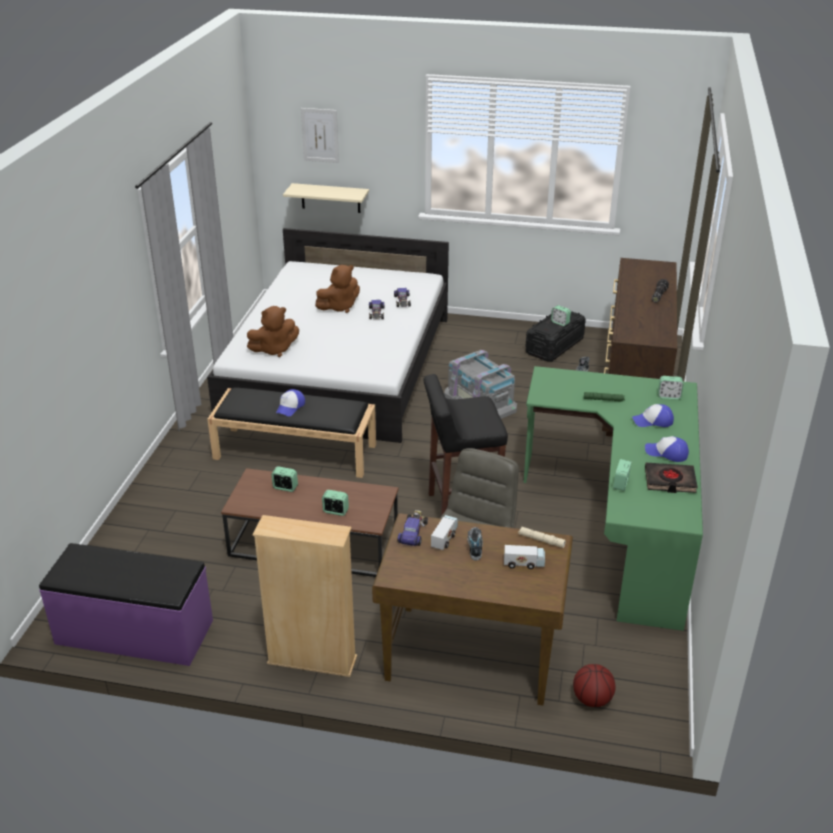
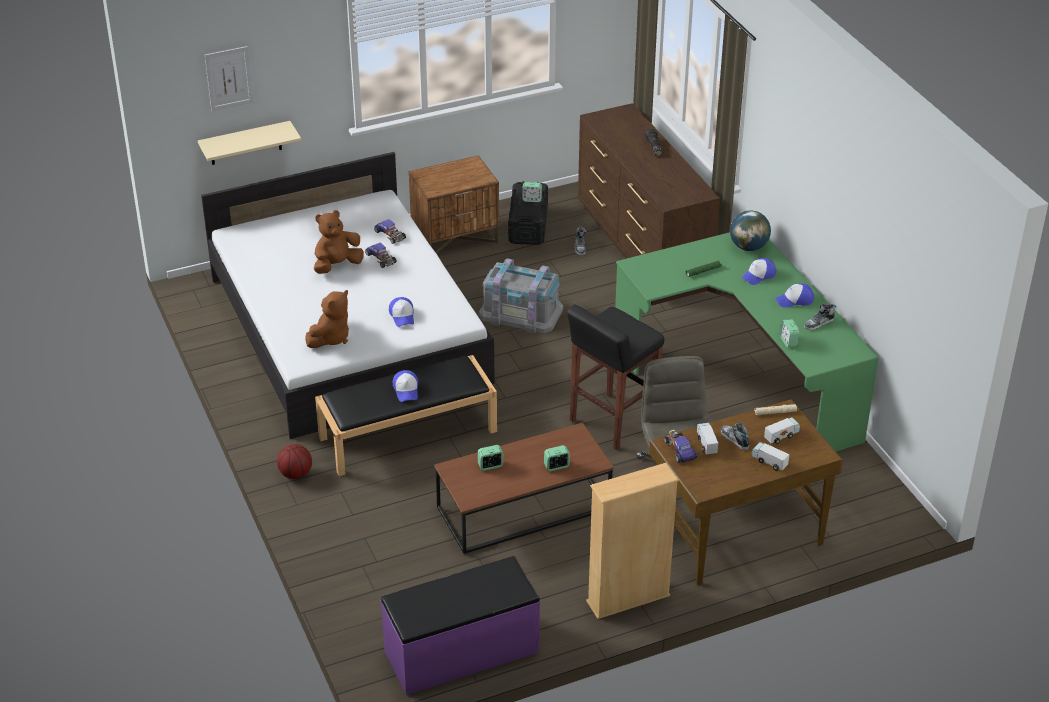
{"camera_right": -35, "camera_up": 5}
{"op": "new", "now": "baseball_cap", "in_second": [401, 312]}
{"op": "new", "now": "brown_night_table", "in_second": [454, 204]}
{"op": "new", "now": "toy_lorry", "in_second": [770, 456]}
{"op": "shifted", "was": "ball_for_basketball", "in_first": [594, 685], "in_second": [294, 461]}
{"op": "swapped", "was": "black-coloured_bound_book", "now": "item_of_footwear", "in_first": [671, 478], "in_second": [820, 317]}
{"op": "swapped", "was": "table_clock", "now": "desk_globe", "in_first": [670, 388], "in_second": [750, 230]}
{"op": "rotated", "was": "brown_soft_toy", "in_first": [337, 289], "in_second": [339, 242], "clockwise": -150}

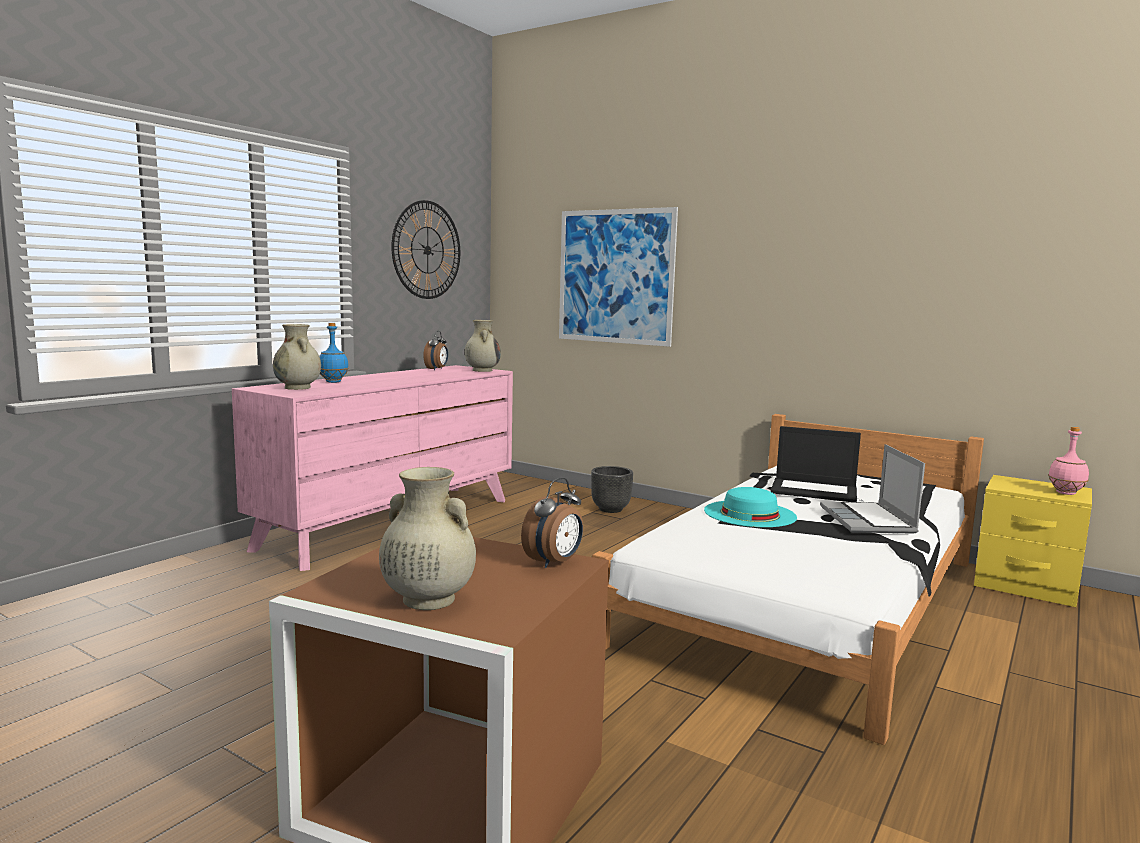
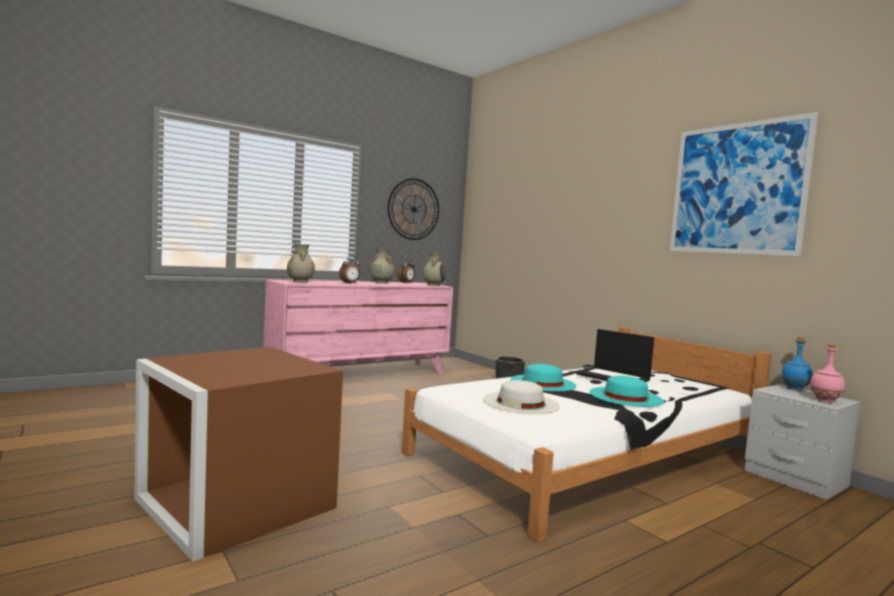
{"camera_right": 20, "camera_up": -5}
{"op": "new", "now": "white-coloured_hat", "in_second": [521, 397]}
{"op": "shifted", "was": "bluish_bottle", "in_first": [334, 353], "in_second": [797, 363]}
{"op": "shifted", "was": "sand-coloured_decorative_vase", "in_first": [427, 538], "in_second": [382, 266]}
{"op": "shifted", "was": "table_clock", "in_first": [552, 523], "in_second": [350, 270]}
{"op": "shifted", "was": "wall_picture", "in_first": [618, 277], "in_second": [744, 184]}
{"op": "swapped", "was": "laptop", "now": "turquoise-coloured_hat", "in_first": [872, 489], "in_second": [626, 391]}
{"op": "repainted", "was": "yellow_night_table", "now": "gray_night_table", "in_first": [1033, 541], "in_second": [803, 442]}

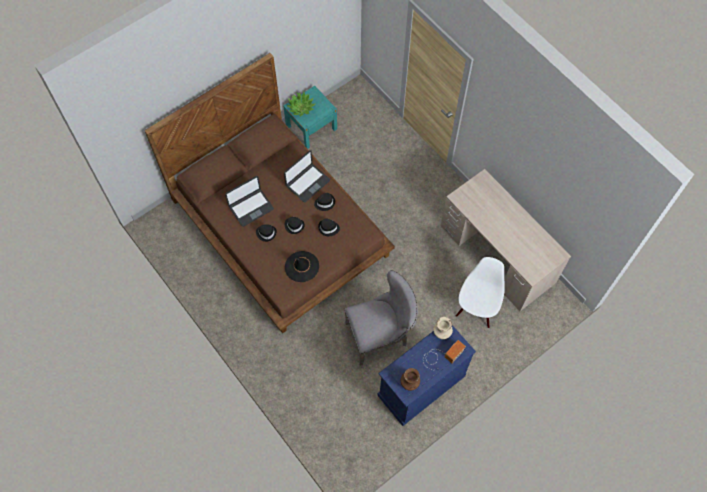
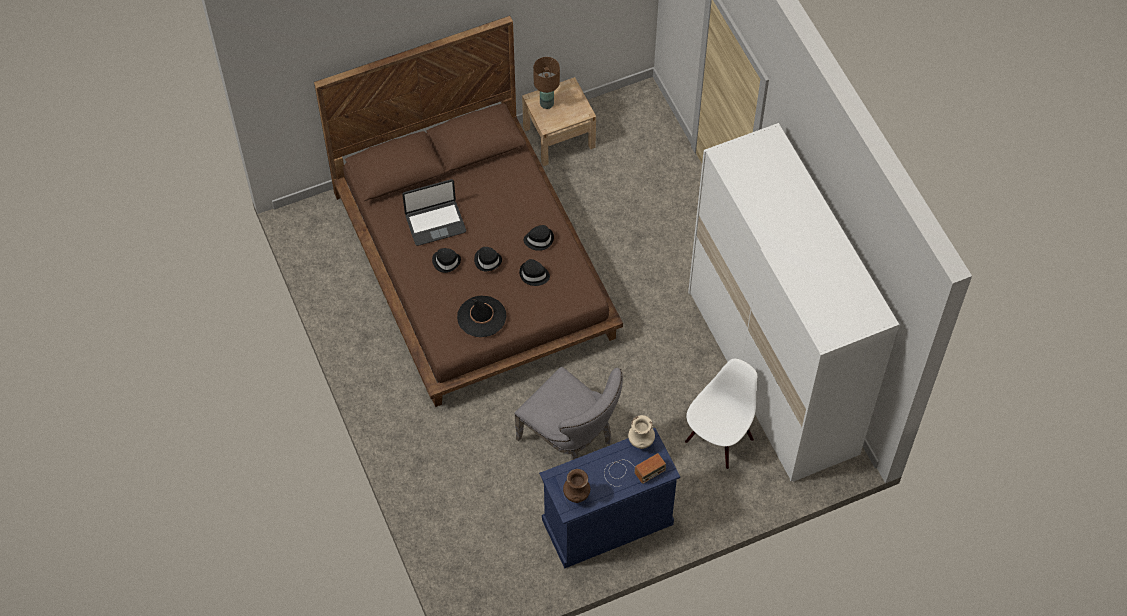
{"camera_right": 15, "camera_up": -5}
{"op": "gone", "was": "laptop", "in_first": [307, 176]}
{"op": "swapped", "was": "houseplant", "now": "brown_table_lamp", "in_first": [301, 104], "in_second": [546, 83]}
{"op": "swapped", "was": "sand-coloured_desk", "now": "white-coloured_clothes_cupboard", "in_first": [506, 240], "in_second": [793, 302]}
{"op": "repainted", "was": "turquoise-coloured_night_table", "now": "sand-coloured_night_table", "in_first": [310, 117], "in_second": [559, 121]}
{"op": "rotated", "was": "gray_plain_chair", "in_first": [381, 318], "in_second": [569, 413], "clockwise": 45}

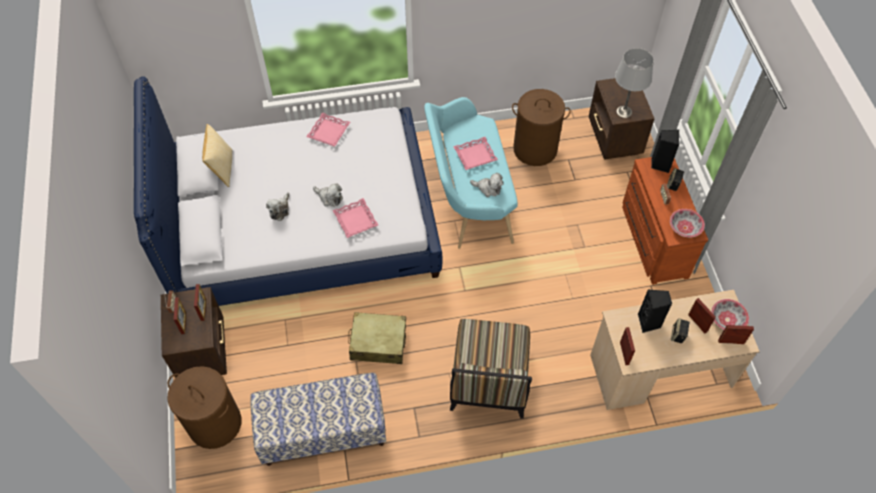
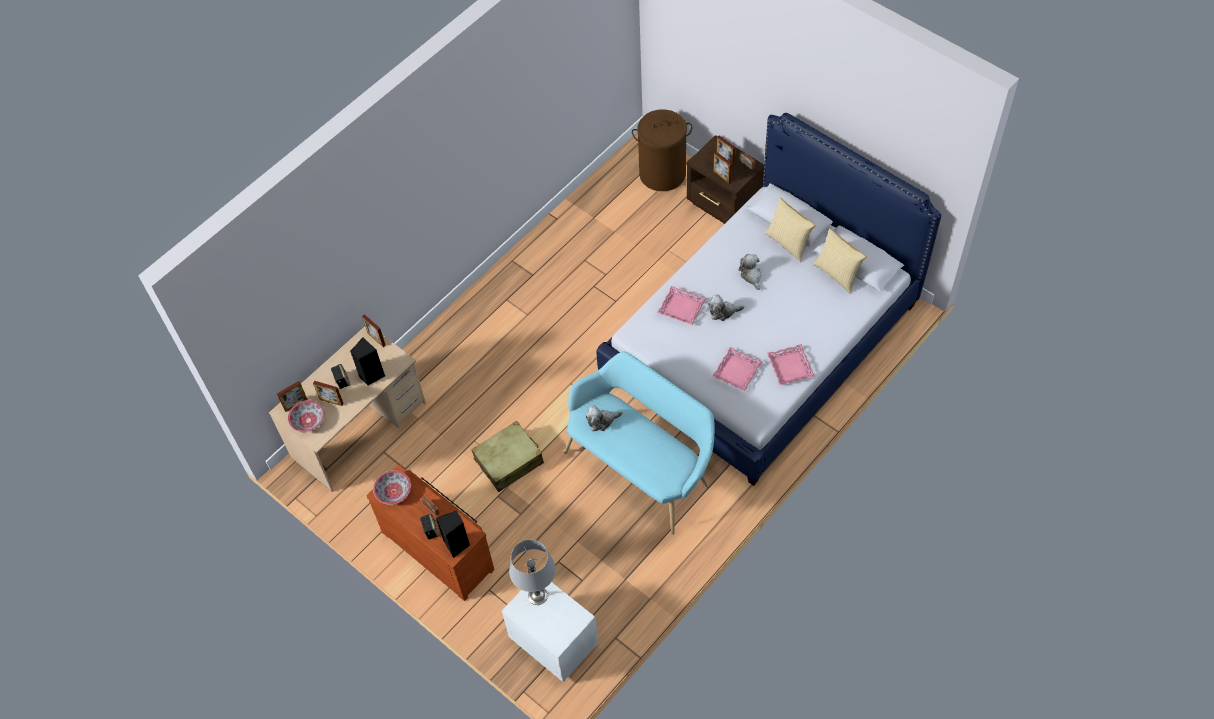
{"camera_right": 145, "camera_up": 0}
{"op": "gone", "was": "bench", "in_first": [318, 419]}
{"op": "gone", "was": "plain_chair", "in_first": [491, 369]}
{"op": "gone", "was": "brown_hamper", "in_first": [541, 127]}
{"op": "new", "now": "pillow", "in_second": [790, 230]}
{"op": "shifted", "was": "sand-coloured_travel_case", "in_first": [377, 338], "in_second": [508, 456]}
{"op": "shifted", "was": "pink_serving_tray", "in_first": [475, 153], "in_second": [737, 369]}
{"op": "repainted", "was": "brown_night_table", "now": "white-coloured_night_table", "in_first": [622, 118], "in_second": [550, 632]}

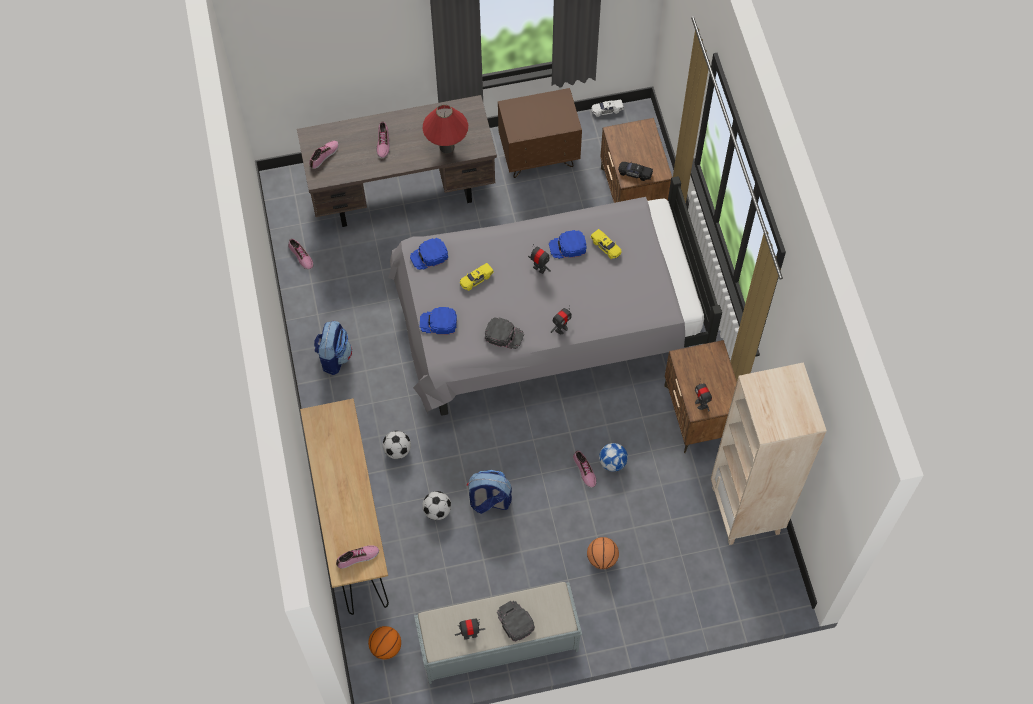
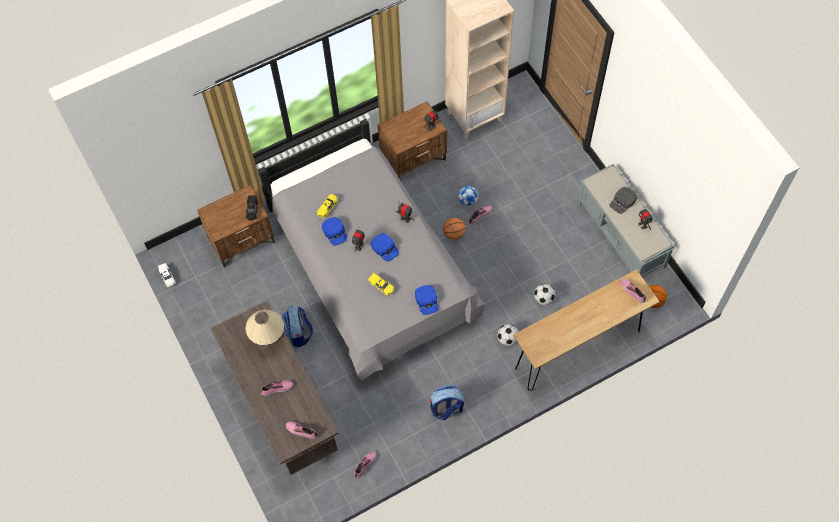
{"camera_right": -105, "camera_up": 0}
{"op": "gone", "was": "black-coloured_baseball_cap", "in_first": [504, 333]}
{"op": "gone", "was": "brown_night_table", "in_first": [540, 133]}
{"op": "shifted", "was": "bluish_baseball_cap", "in_first": [429, 254], "in_second": [385, 247]}
{"op": "shifted", "was": "backpack", "in_first": [489, 492], "in_second": [297, 327]}
{"op": "shifted", "was": "ball_for_basketball", "in_first": [603, 553], "in_second": [454, 229]}
{"op": "repainted", "was": "red_table_lamp", "now": "sand-coloured_table_lamp", "in_first": [445, 128], "in_second": [264, 327]}

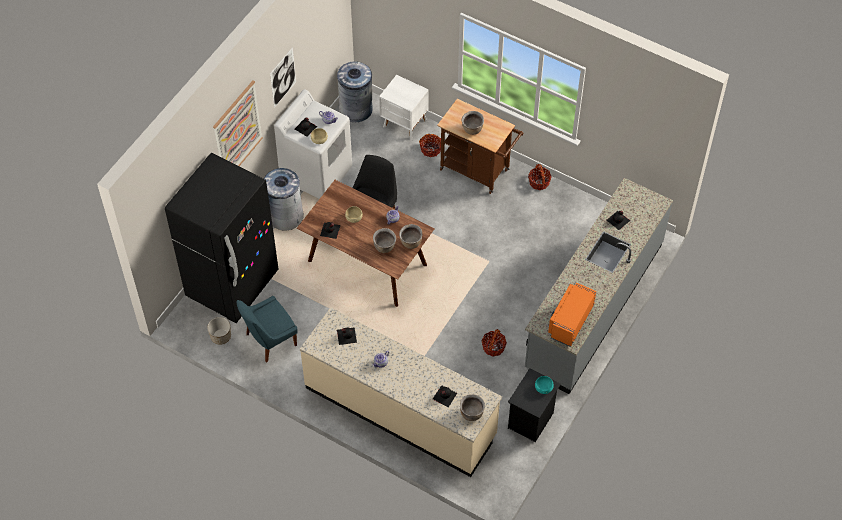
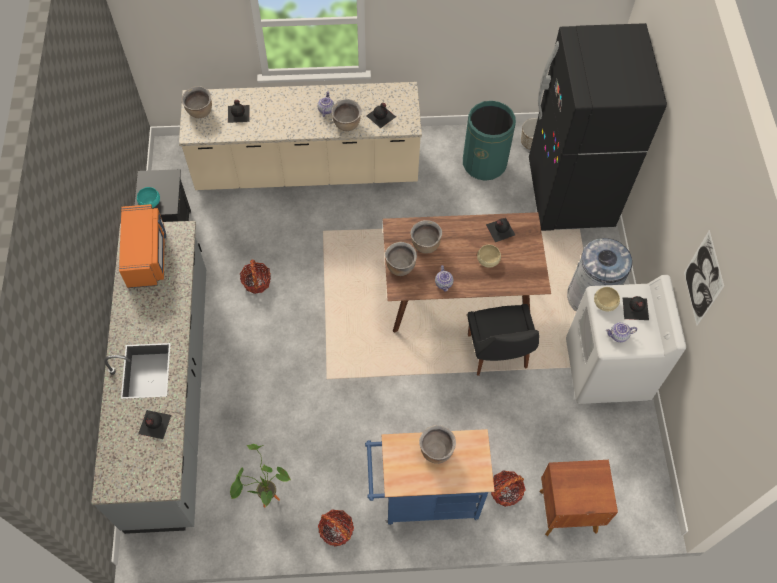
{"camera_right": 145, "camera_up": 5}
{"op": "gone", "was": "wall_picture", "in_first": [238, 123]}
{"op": "gone", "was": "gray_trash_can", "in_first": [355, 91]}
{"op": "new", "now": "houseplant", "in_second": [260, 476]}
{"op": "new", "now": "brown_cooking_pot", "in_second": [347, 115]}
{"op": "swapped", "was": "bluish_plain_chair", "now": "green-coloured_trash_can", "in_first": [267, 329], "in_second": [489, 141]}
{"op": "repainted", "was": "white-coloured_night_table", "now": "brown_night_table", "in_first": [404, 107], "in_second": [578, 498]}
{"op": "repainted", "was": "brown_wheeled_cart", "now": "bluish_wheeled_cart", "in_first": [480, 146], "in_second": [430, 477]}

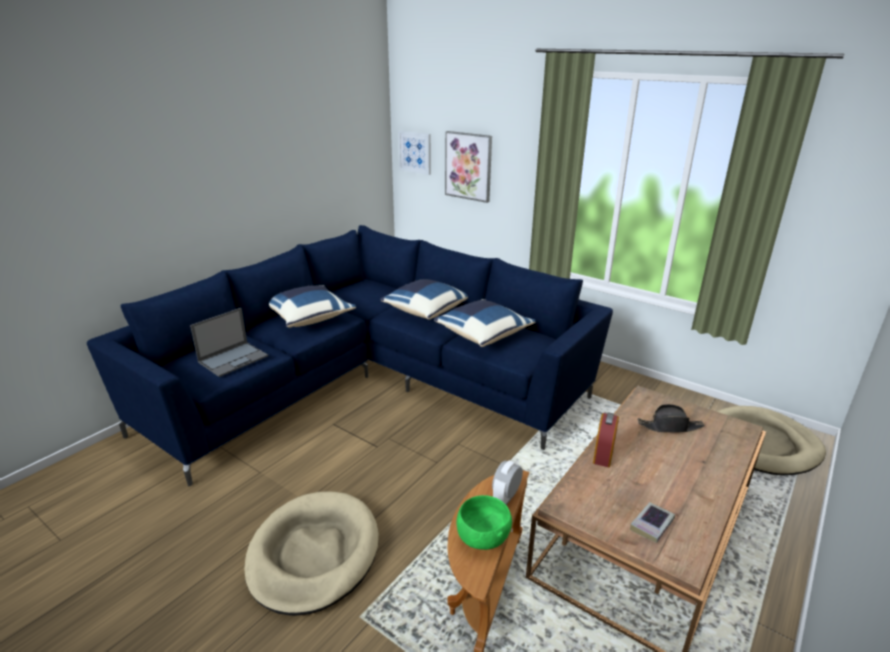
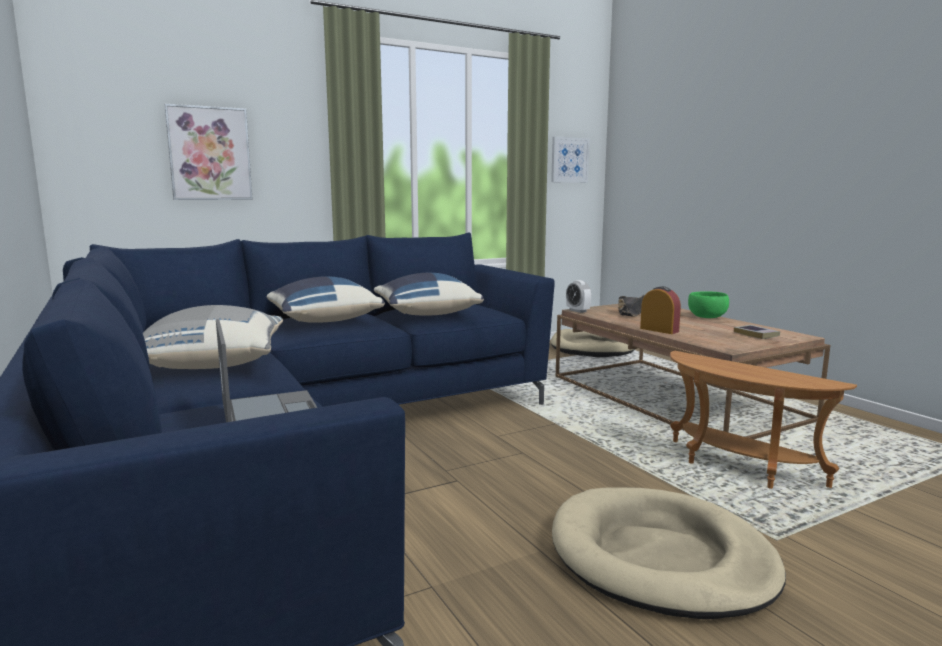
{"camera_right": -65, "camera_up": -15}
{"op": "shifted", "was": "wall_picture", "in_first": [414, 152], "in_second": [570, 160]}
{"op": "shifted", "was": "green-coloured_bowl", "in_first": [484, 522], "in_second": [708, 305]}
{"op": "shifted", "was": "table_clock", "in_first": [507, 482], "in_second": [578, 296]}
{"op": "repainted", "was": "bluish_pillow", "now": "gray_pillow", "in_first": [312, 306], "in_second": [213, 337]}

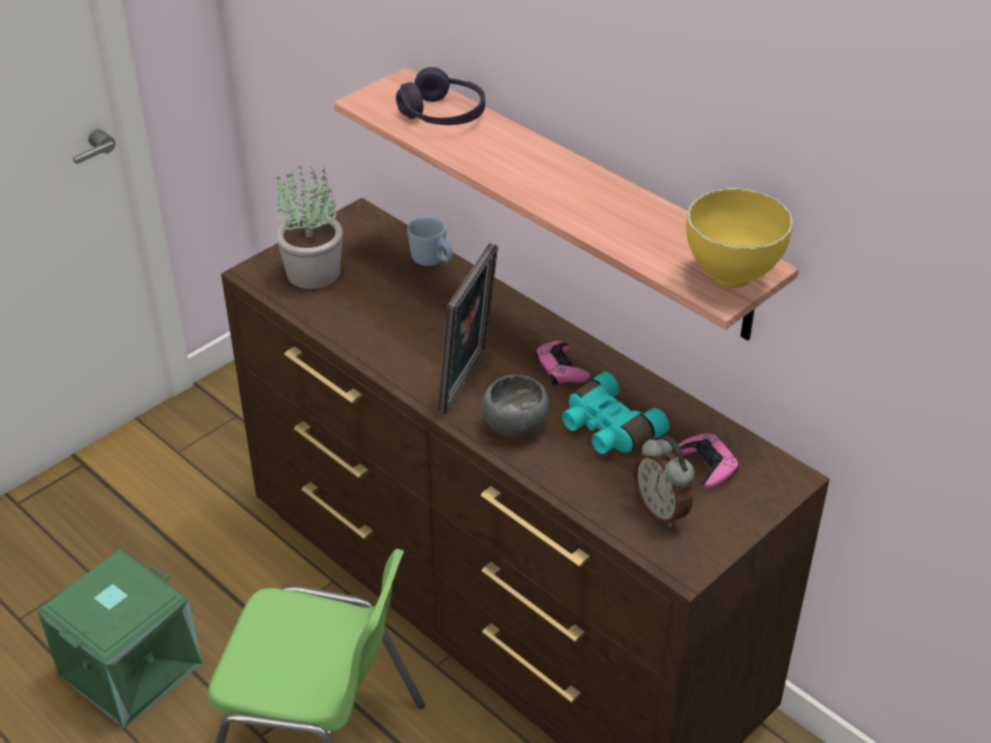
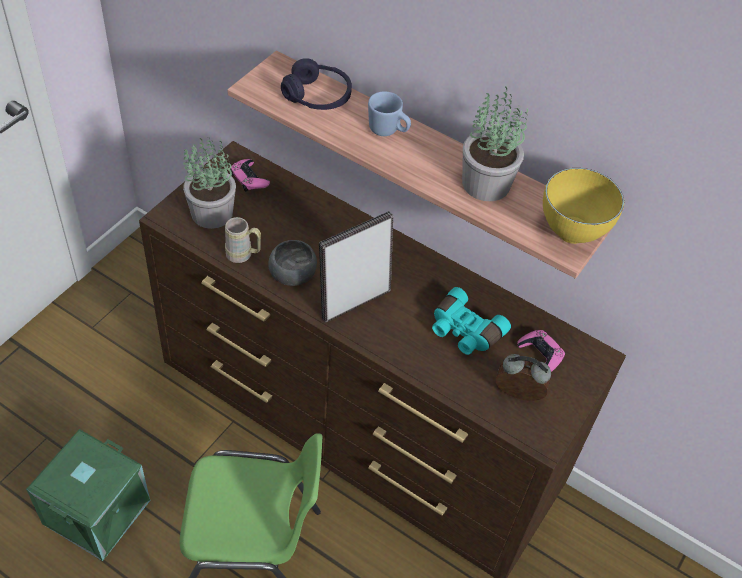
{"camera_right": -15, "camera_up": 10}
{"op": "new", "now": "sand-coloured_coffee_mug", "in_second": [243, 240]}
{"op": "new", "now": "houseplant", "in_second": [495, 143]}
{"op": "shifted", "was": "bluish_coffee_mug", "in_first": [430, 241], "in_second": [389, 113]}
{"op": "shifted", "was": "gray_bowl", "in_first": [515, 406], "in_second": [292, 263]}
{"op": "shifted", "was": "pink_joypad", "in_first": [563, 363], "in_second": [250, 175]}
{"op": "rotated", "was": "photo_frame", "in_first": [468, 328], "in_second": [356, 267], "clockwise": -135}
{"op": "rotated", "was": "table_clock", "in_first": [663, 482], "in_second": [523, 377], "clockwise": 150}

